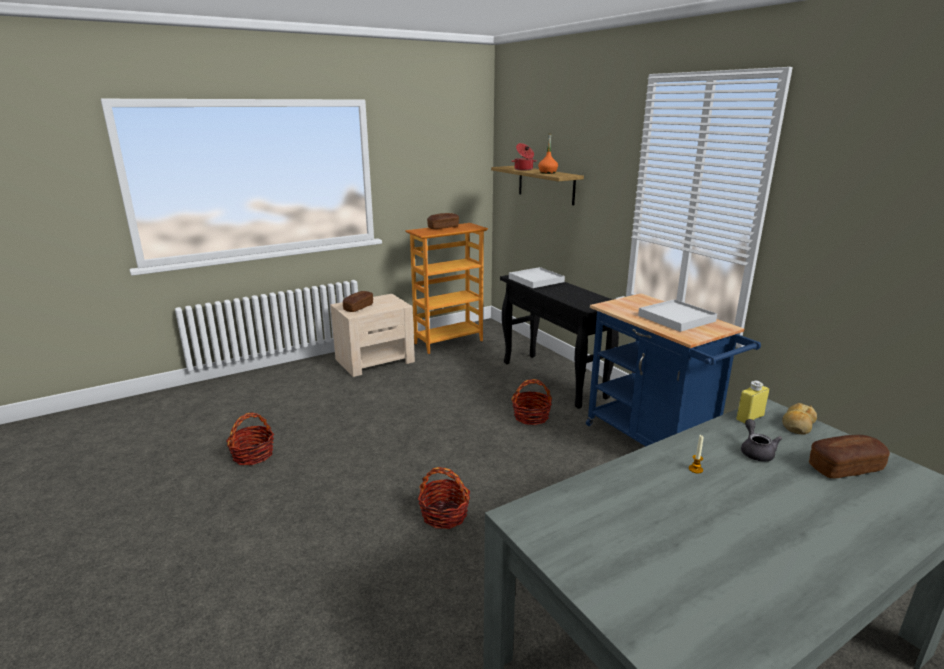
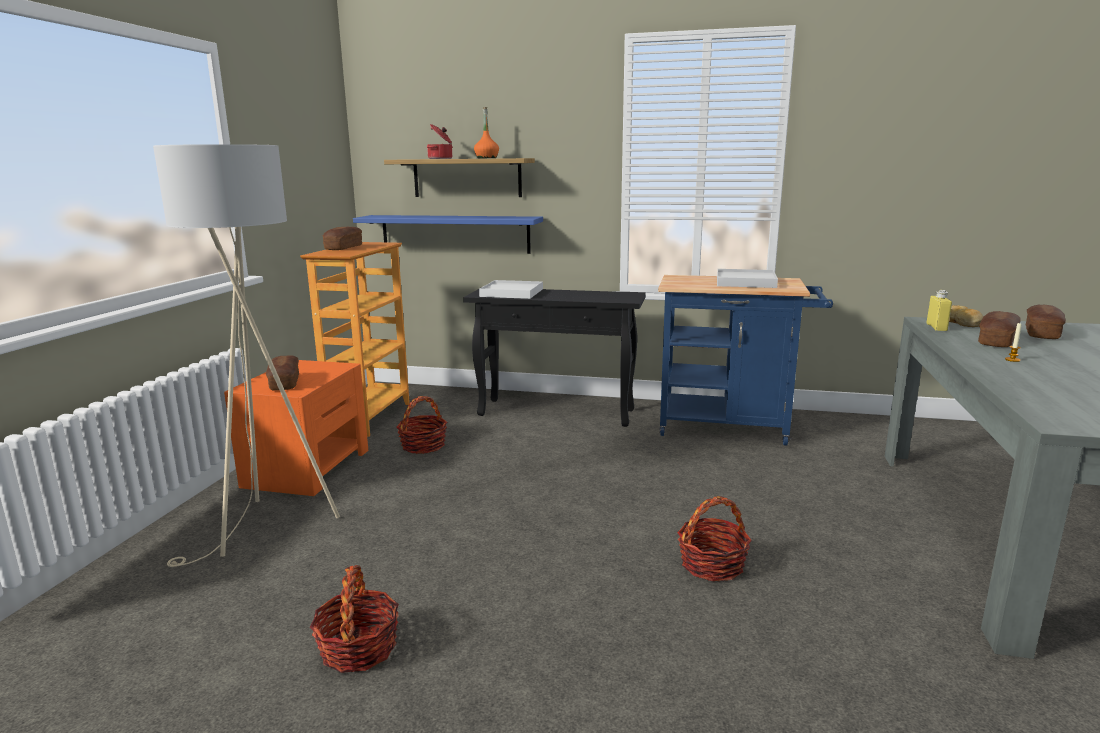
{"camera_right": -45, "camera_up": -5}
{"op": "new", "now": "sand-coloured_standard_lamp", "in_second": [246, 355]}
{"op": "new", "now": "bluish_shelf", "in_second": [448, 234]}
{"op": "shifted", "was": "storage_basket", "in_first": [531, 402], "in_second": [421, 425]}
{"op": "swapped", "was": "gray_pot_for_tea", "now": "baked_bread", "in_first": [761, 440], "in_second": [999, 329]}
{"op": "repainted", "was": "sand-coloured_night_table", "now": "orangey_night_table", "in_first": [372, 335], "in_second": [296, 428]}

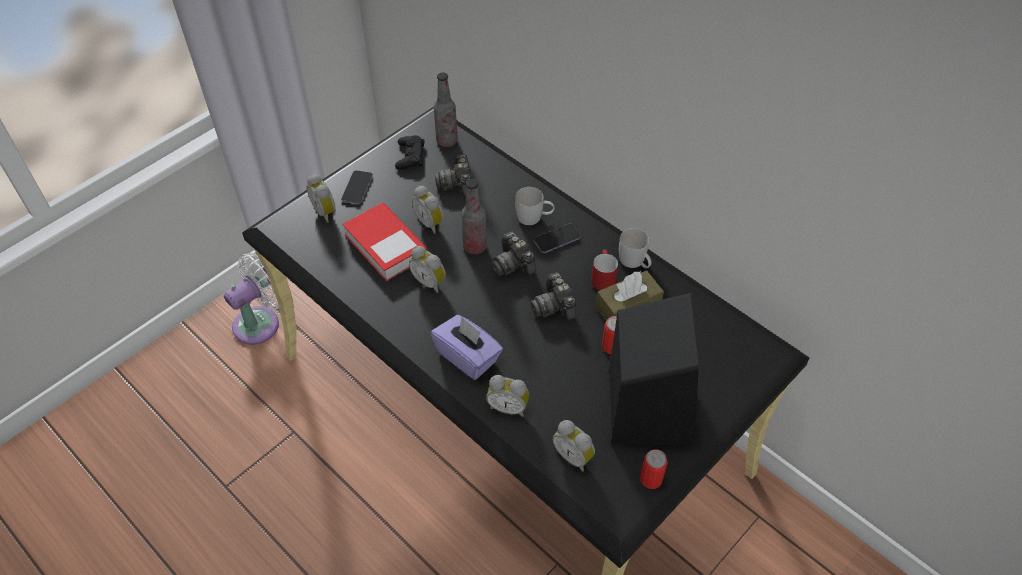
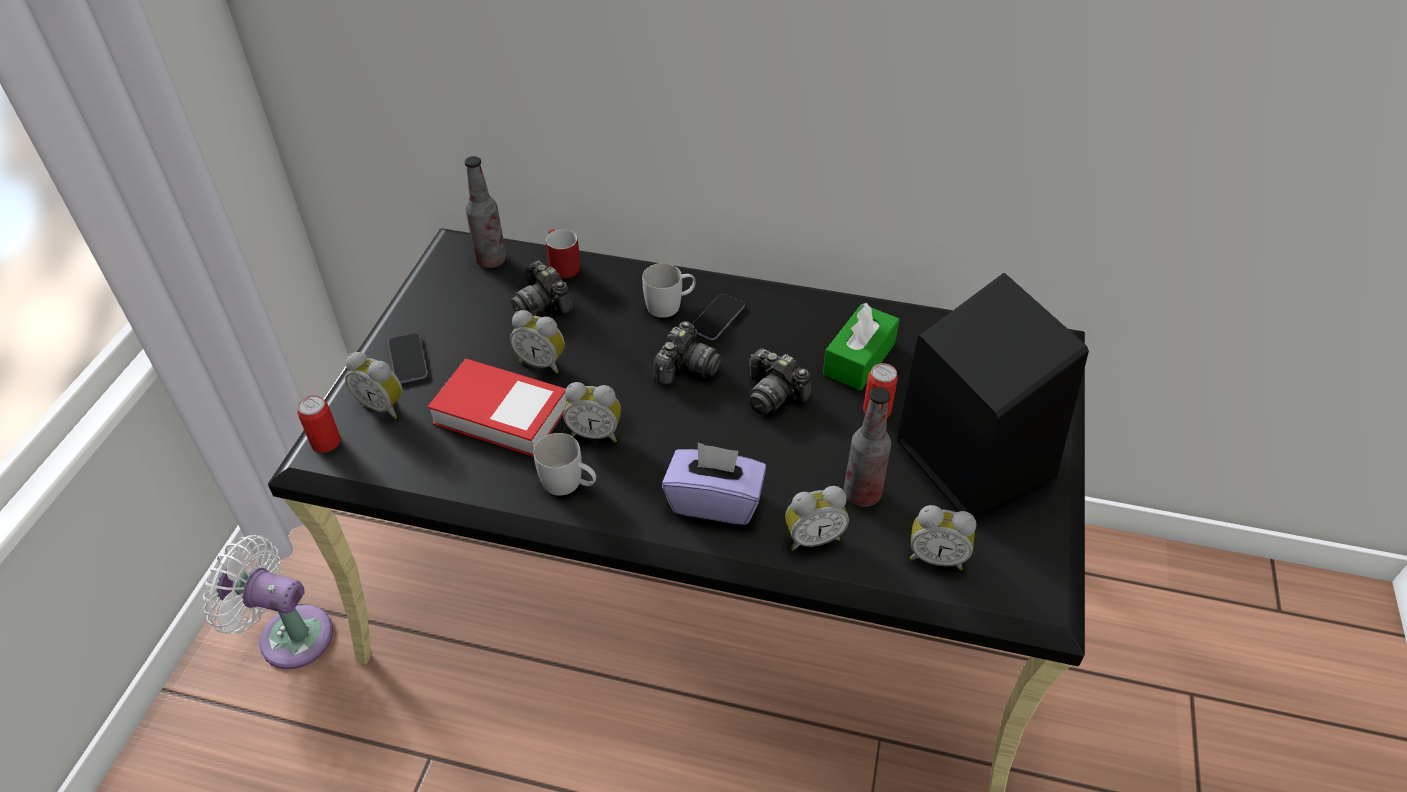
{"camera_right": -30, "camera_up": -5}
{"op": "gone", "was": "black-coloured_joypad", "in_first": [410, 152]}
{"op": "shifted", "was": "bottle", "in_first": [474, 216], "in_second": [867, 447]}
{"op": "shifted", "was": "red_coffee_mug", "in_first": [604, 269], "in_second": [563, 254]}
{"op": "shifted", "was": "white-coloured_coffee_mug", "in_first": [635, 248], "in_second": [564, 464]}
{"op": "shifted", "was": "sealed_can", "in_first": [654, 469], "in_second": [319, 424]}
{"op": "repainted", "was": "brown_tissue_holder", "now": "green-coloured_tissue_holder", "in_first": [630, 295], "in_second": [861, 347]}
{"op": "rotated", "was": "white-coloured_cooling_fan", "in_first": [251, 299], "in_second": [268, 602], "clockwise": -90}
{"op": "rotated", "was": "photo_camera", "in_first": [513, 254], "in_second": [687, 353], "clockwise": -90}

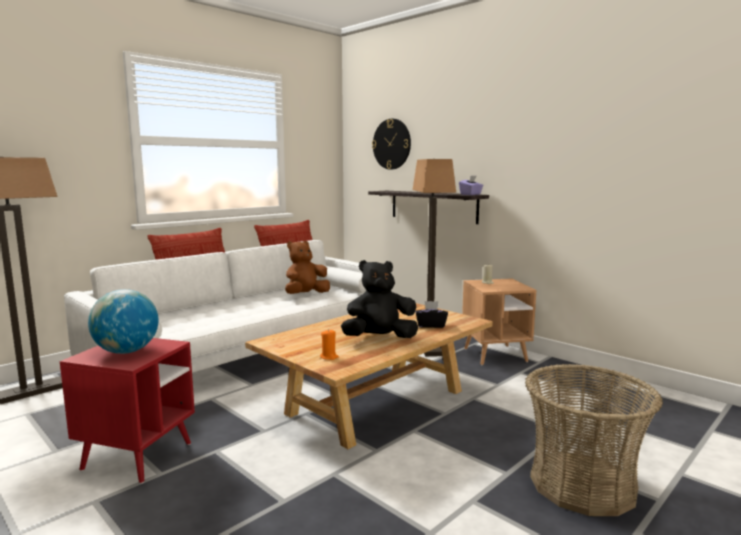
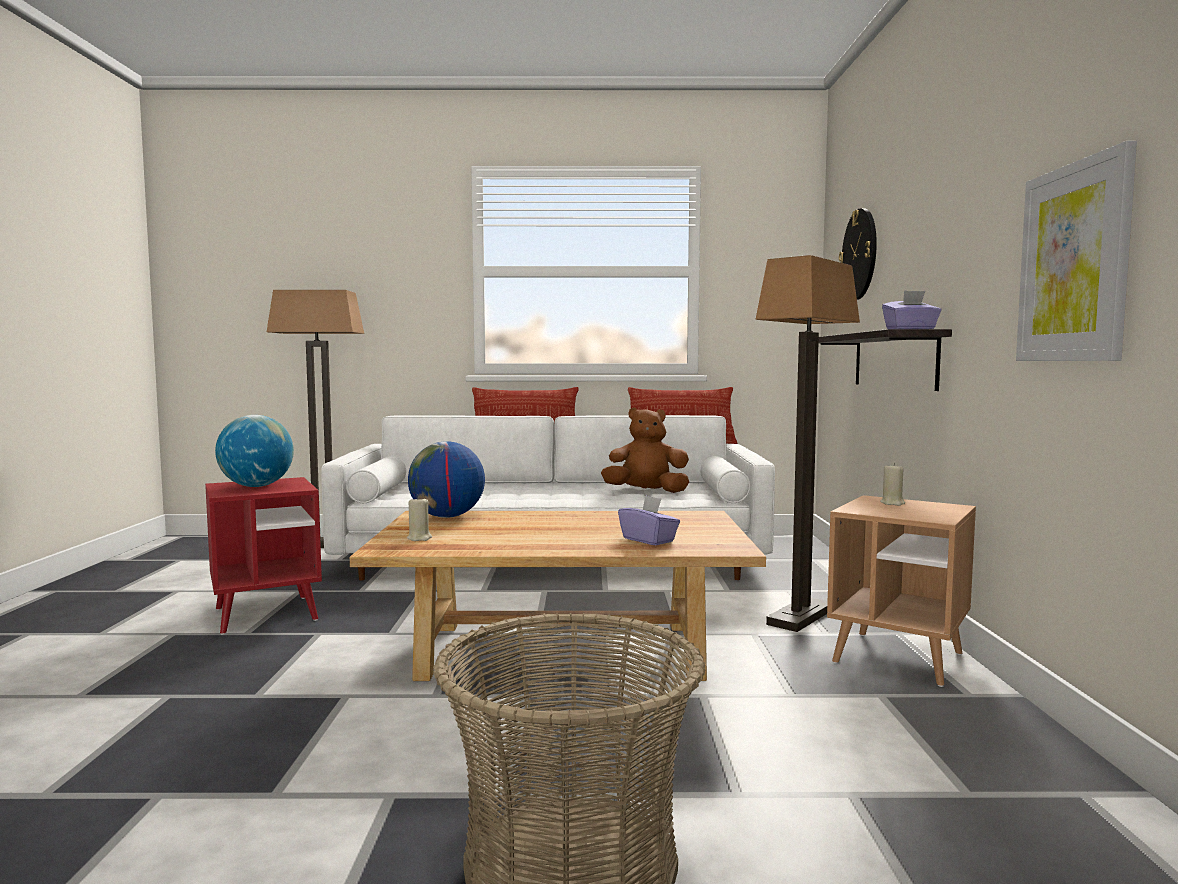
{"camera_right": 45, "camera_up": -5}
{"op": "gone", "was": "black-coloured_soft_toy", "in_first": [379, 299]}
{"op": "new", "now": "desk_globe", "in_second": [446, 479]}
{"op": "new", "now": "wall_picture", "in_second": [1076, 251]}
{"op": "repainted", "was": "orangey_wax_light", "now": "sand-coloured_wax_light", "in_first": [329, 344], "in_second": [419, 518]}
{"op": "repainted", "was": "black-coloured_tissue_holder", "now": "purple-coloured_tissue_holder", "in_first": [432, 314], "in_second": [649, 520]}

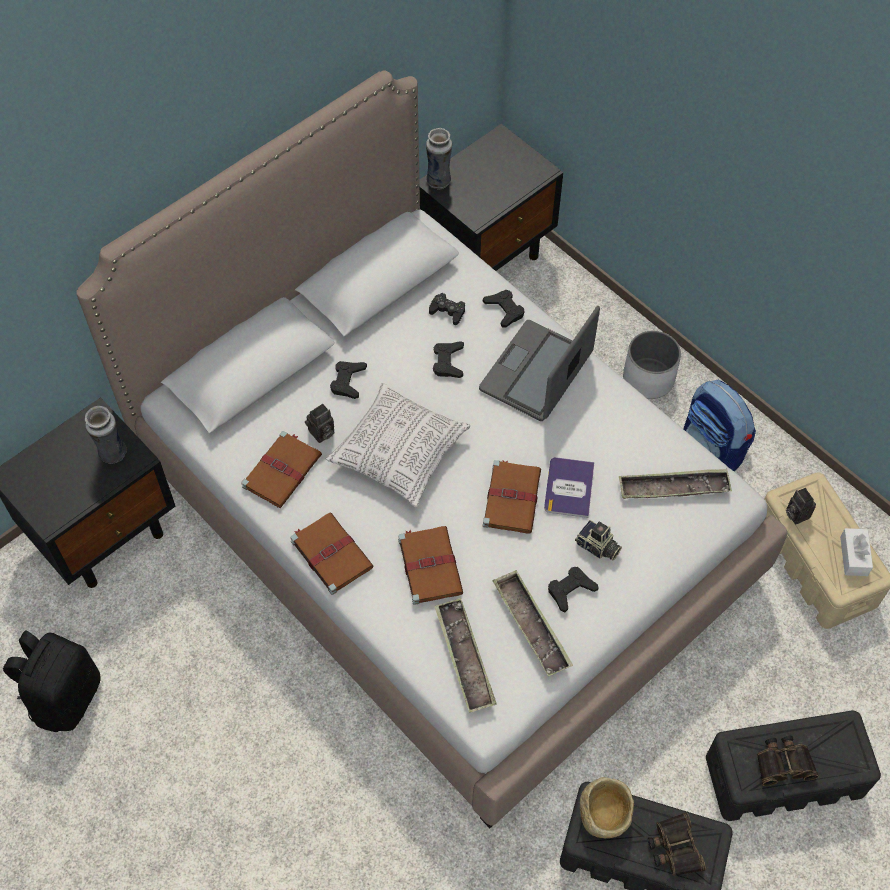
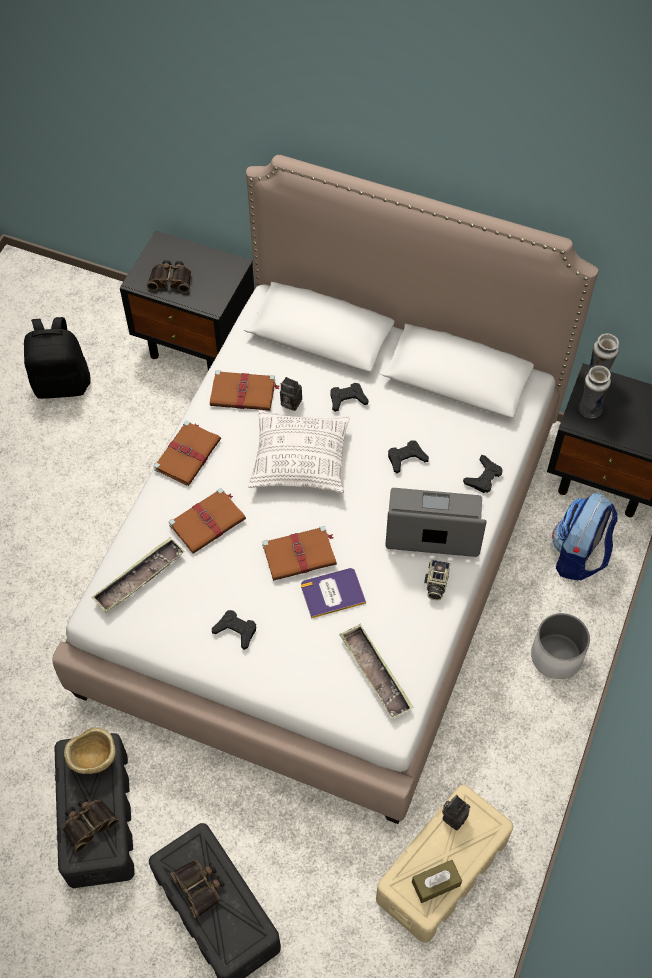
{"camera_right": 65, "camera_up": 0}
{"op": "gone", "was": "black-coloured_joypad", "in_first": [447, 309]}
{"op": "gone", "was": "serving_tray", "in_first": [533, 623]}
{"op": "new", "now": "pair_of_binoculars", "in_second": [169, 276]}
{"op": "shifted", "was": "decorative_vase", "in_first": [105, 434], "in_second": [595, 391]}
{"op": "shifted", "was": "photo_camera", "in_first": [598, 540], "in_second": [437, 580]}
{"op": "shifted", "was": "backpack", "in_first": [720, 425], "in_second": [585, 536]}
{"op": "repainted", "was": "white-coloured_tissue_holder", "now": "brown_tissue_holder", "in_first": [856, 552], "in_second": [437, 881]}

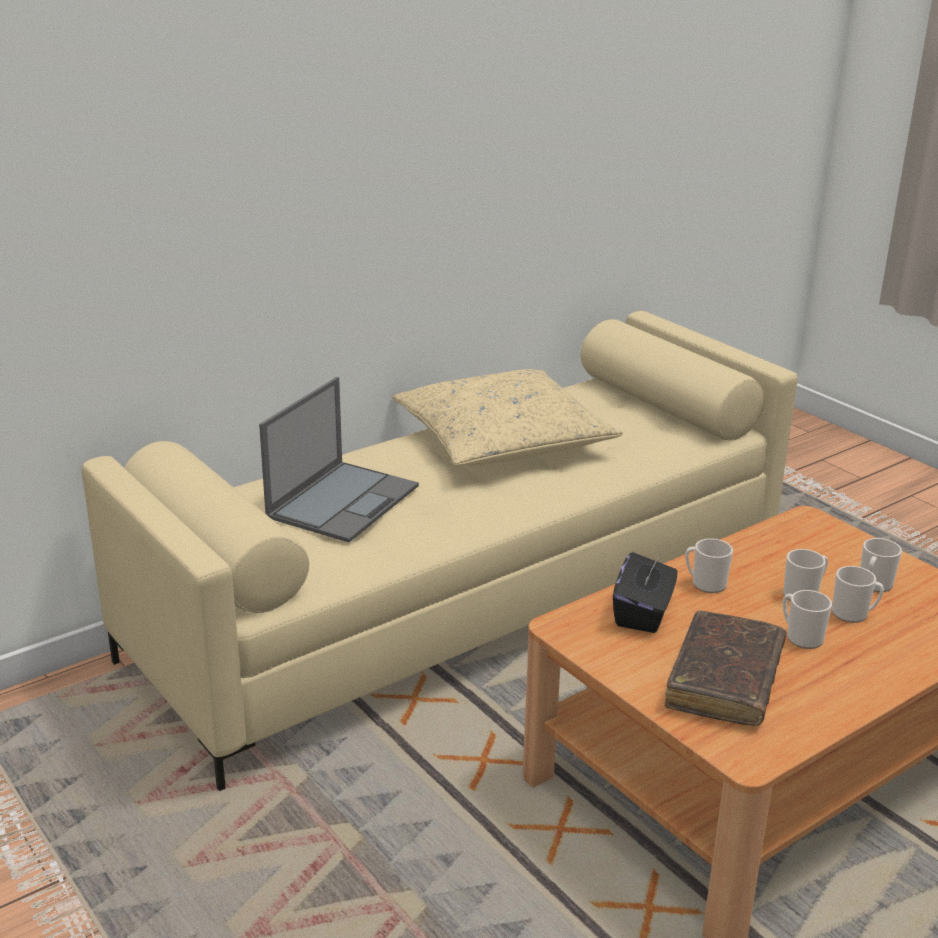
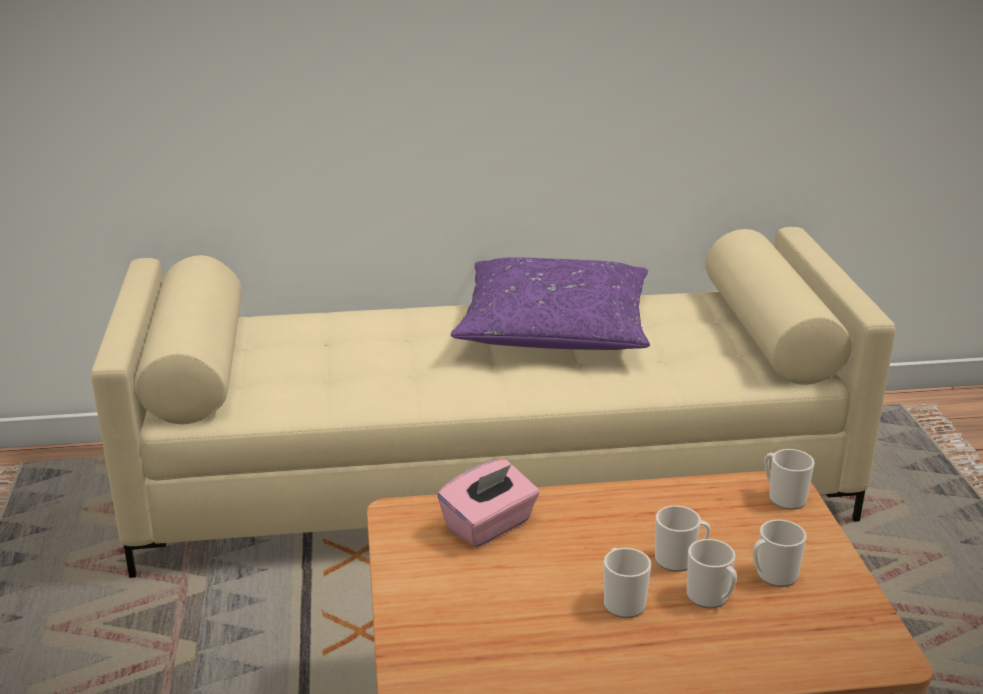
{"camera_right": 30, "camera_up": 0}
{"op": "gone", "was": "laptop", "in_first": [339, 460]}
{"op": "gone", "was": "brown_bound_book", "in_first": [725, 668]}
{"op": "shifted", "was": "coffee_mug", "in_first": [709, 565], "in_second": [789, 479]}
{"op": "repainted", "was": "sand-coloured_pillow", "now": "purple-coloured_pillow", "in_first": [508, 417], "in_second": [550, 303]}
{"op": "repainted", "was": "black-coloured_tissue_holder", "now": "pink_tissue_holder", "in_first": [645, 592], "in_second": [488, 503]}

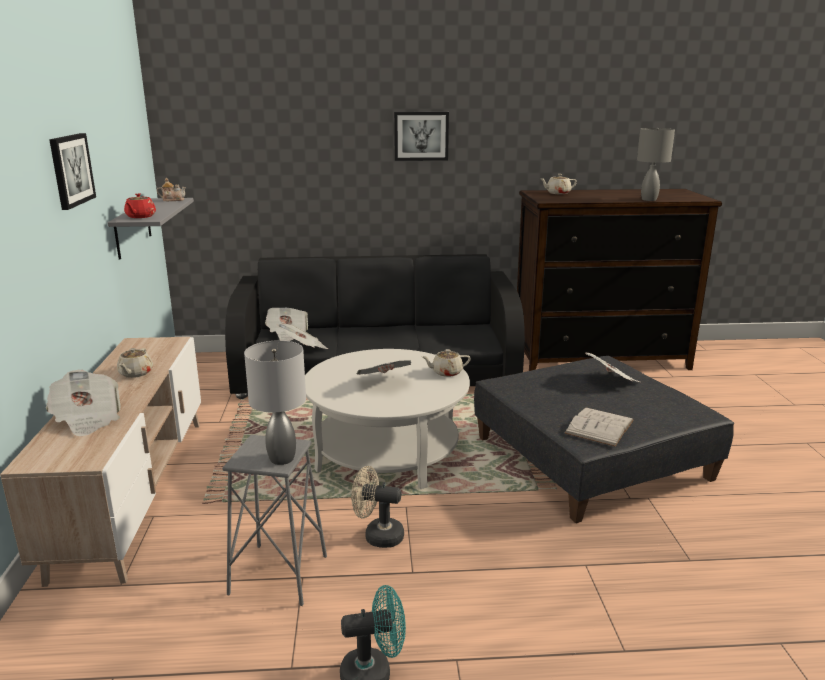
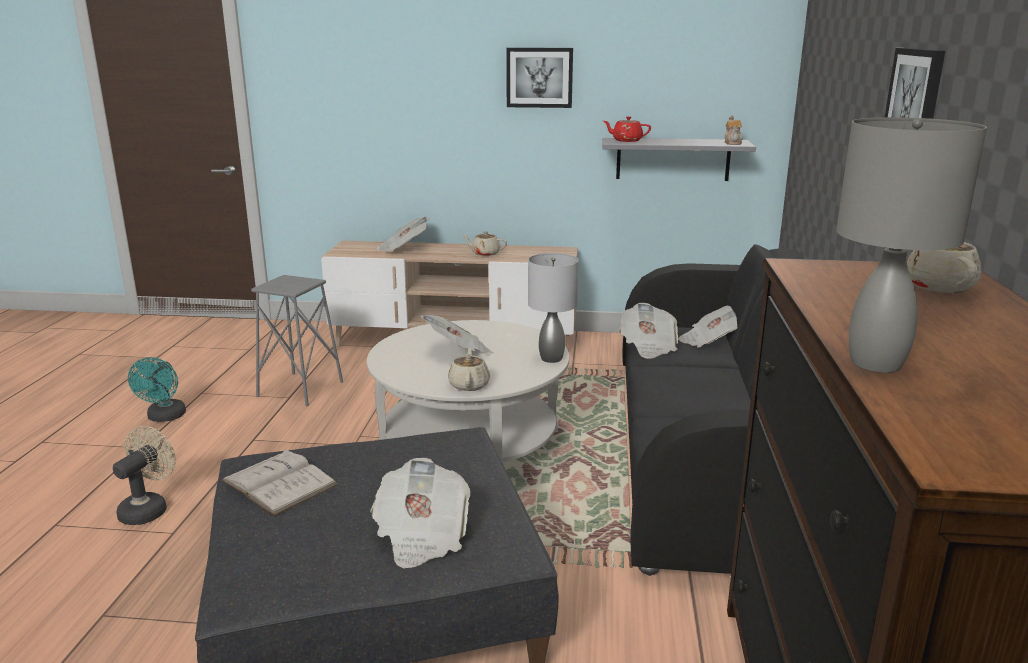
{"camera_right": 100, "camera_up": 0}
{"op": "shifted", "was": "gray_table_lamp", "in_first": [275, 402], "in_second": [553, 308]}
{"op": "shifted", "was": "sand-coloured_cooling_fan", "in_first": [377, 507], "in_second": [144, 475]}

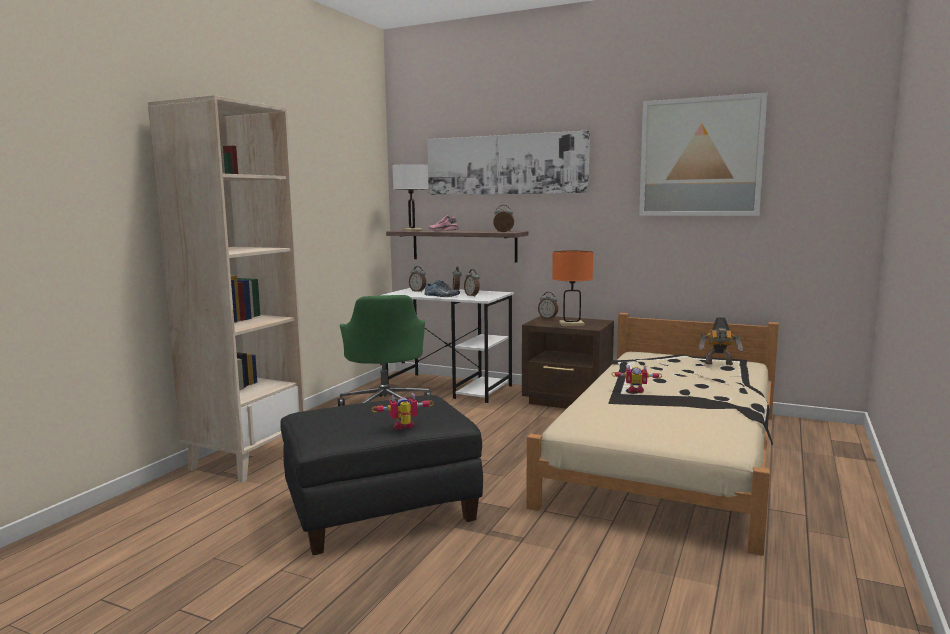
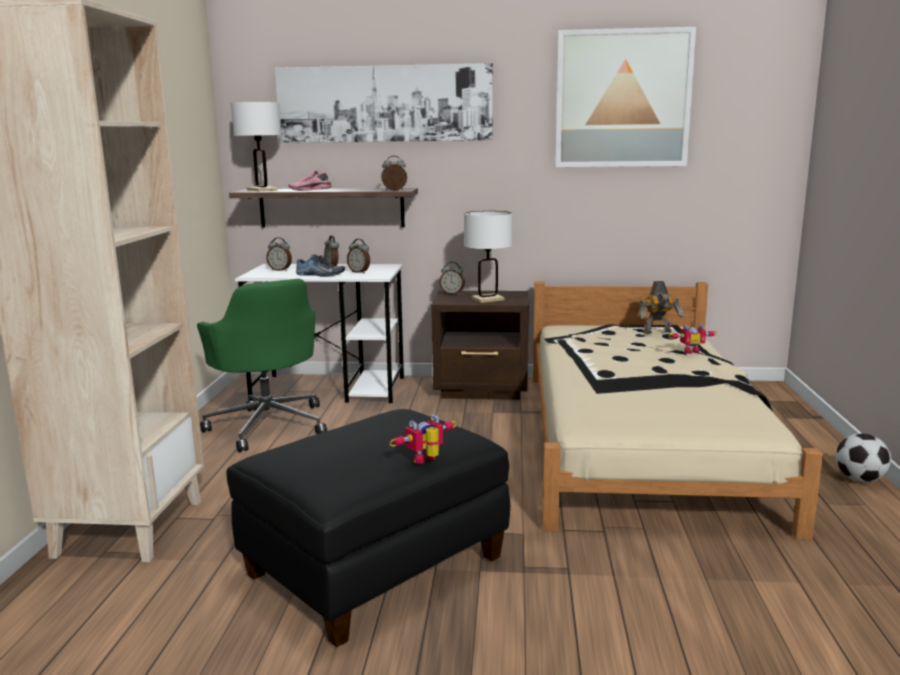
{"camera_right": -20, "camera_up": 5}
{"op": "new", "now": "football_ball", "in_second": [863, 457]}
{"op": "shifted", "was": "toy_robot", "in_first": [636, 379], "in_second": [692, 339]}
{"op": "repainted", "was": "orangey_table_lamp", "now": "white-coloured_table_lamp", "in_first": [572, 288], "in_second": [488, 257]}

